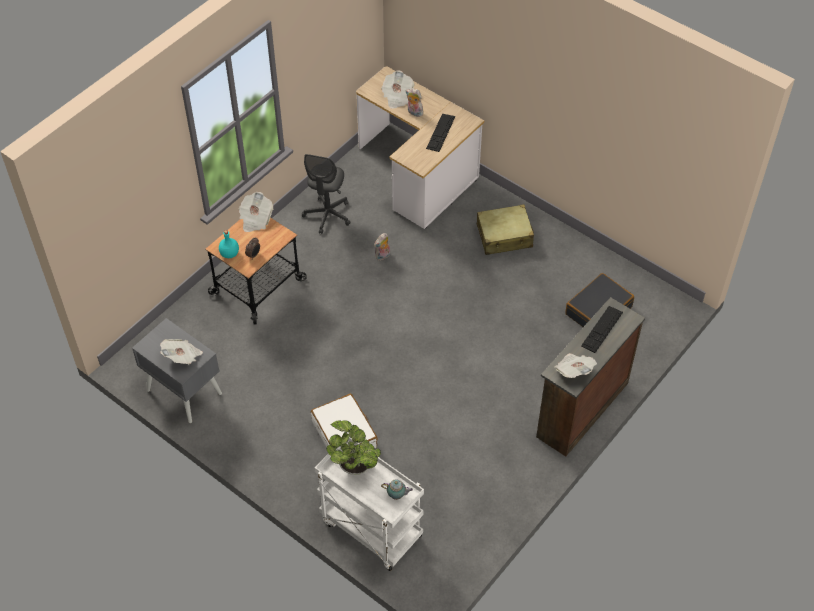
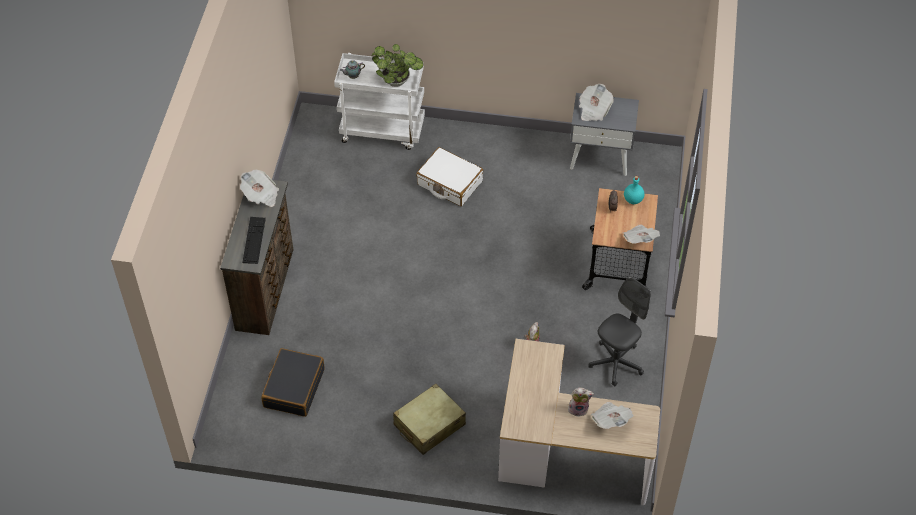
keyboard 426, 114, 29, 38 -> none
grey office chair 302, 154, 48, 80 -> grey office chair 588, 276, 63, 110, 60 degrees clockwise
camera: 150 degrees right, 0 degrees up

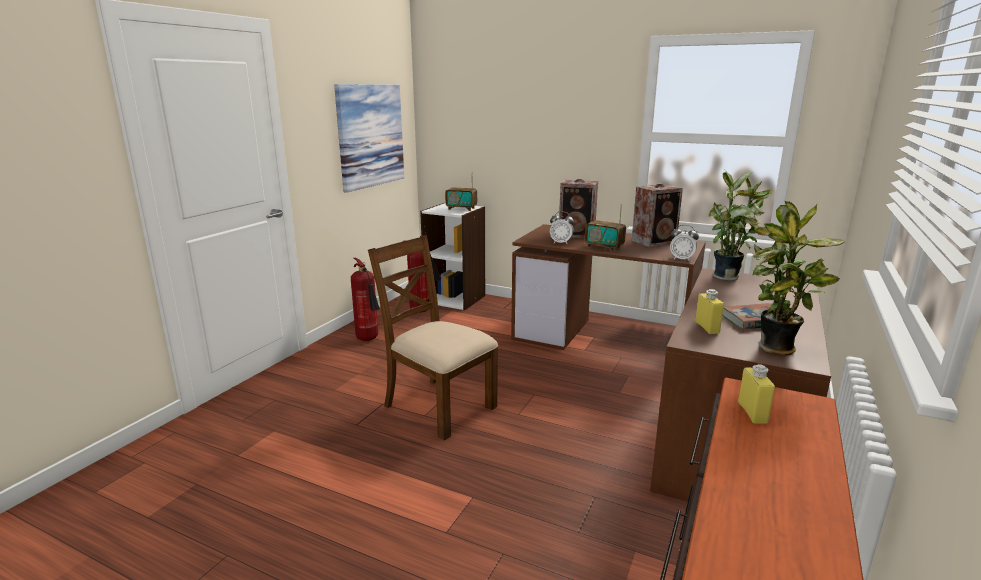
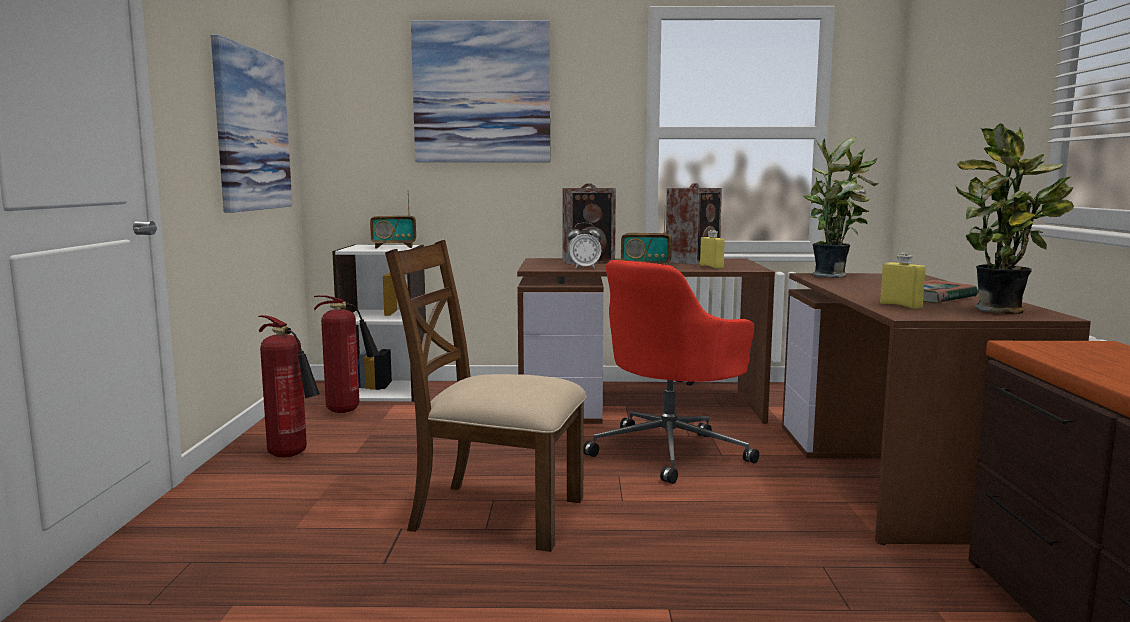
alarm clock 670, 225, 29, 36 -> none
yellow bottle 738, 364, 37, 60 -> yellow bottle 700, 230, 25, 39, shifted
none -> picture 411, 20, 139, 142
none -> red office chair 583, 260, 176, 224
camera: 25 degrees left, 10 degrees down

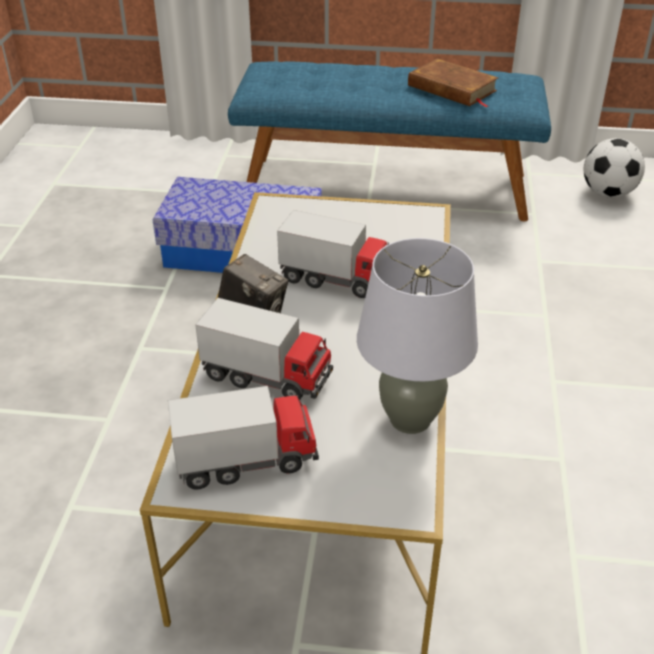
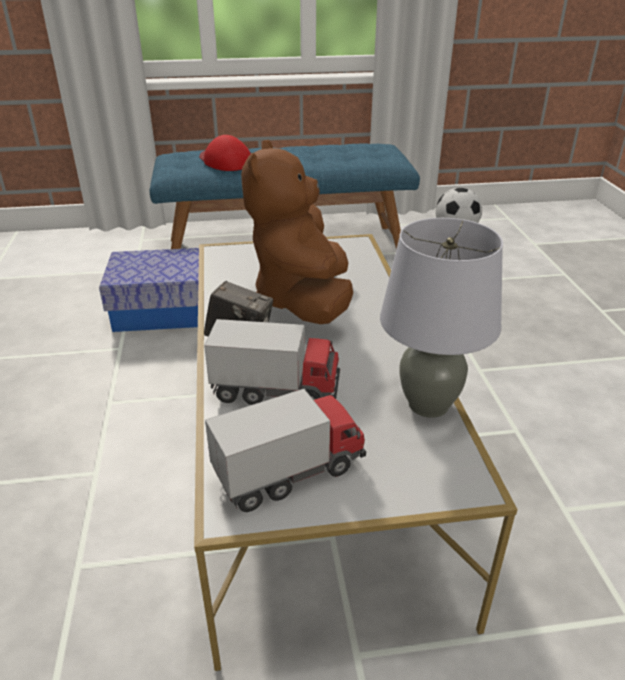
brown book 408, 58, 90, 49 -> none
toy truck 277, 210, 112, 88 -> brown plush toy 241, 140, 112, 184
none -> red cap 199, 135, 52, 36
camera: 15 degrees left, 5 degrees down

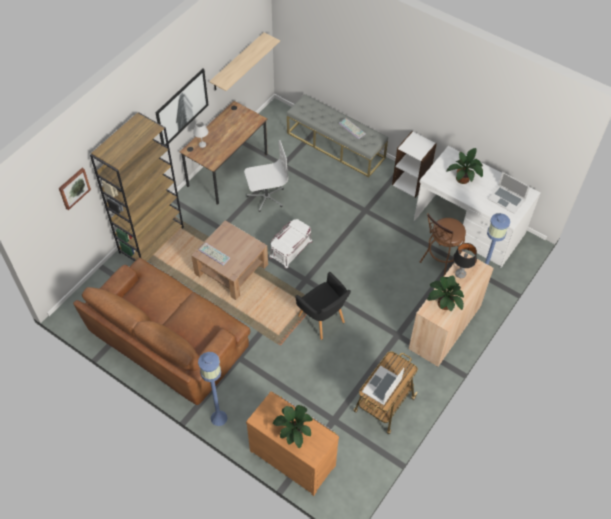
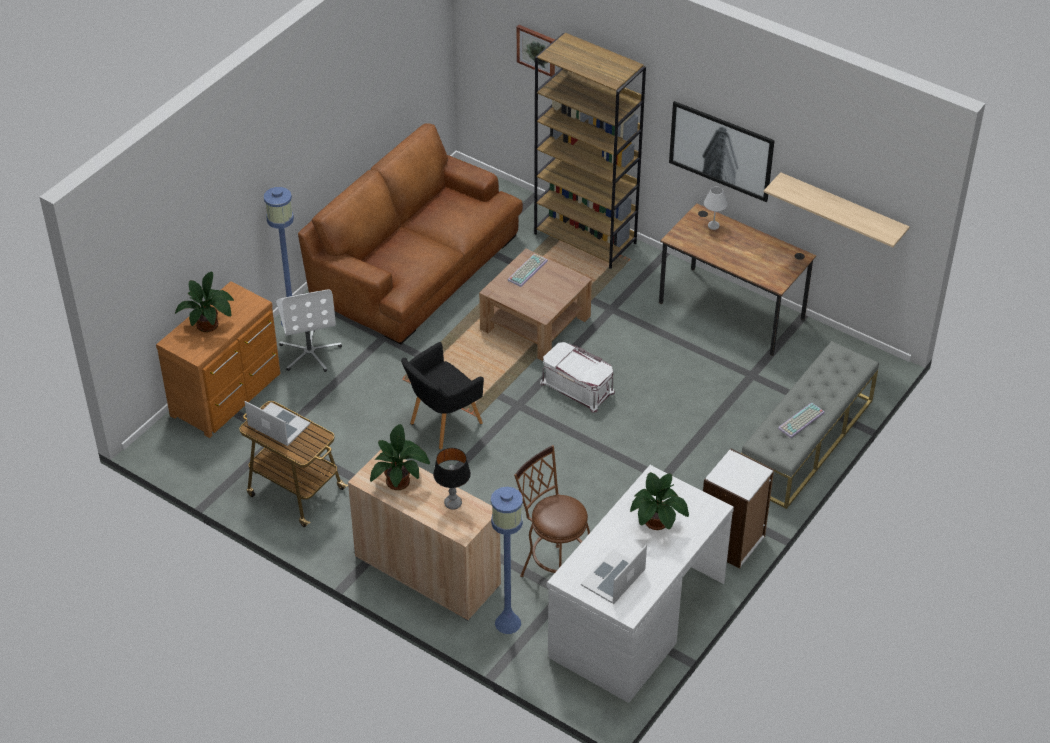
white office chair 244, 140, 44, 72 -> white office chair 276, 289, 66, 83, shifted
camera: 90 degrees right, 10 degrees down

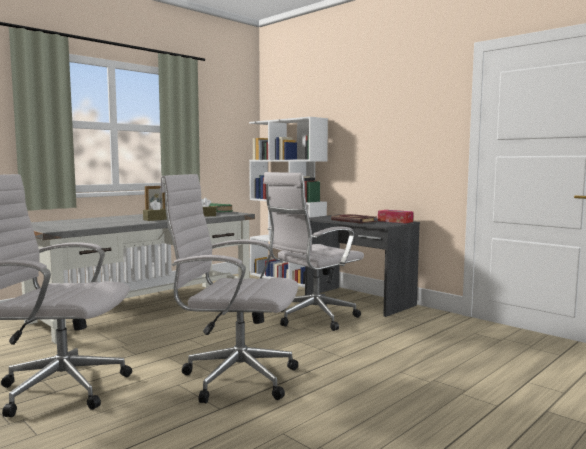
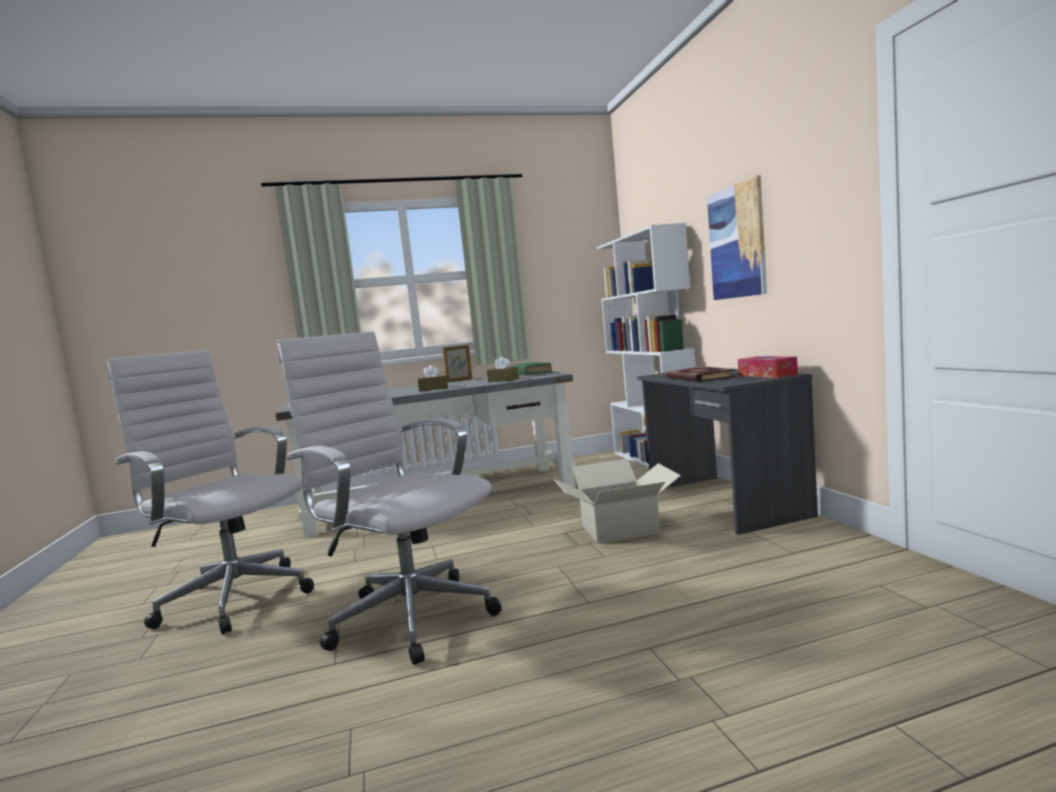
white office chair 263, 172, 101, 159 -> cardboard box 553, 459, 128, 85
none -> picture 707, 175, 60, 125
camera: 30 degrees right, 0 degrees up

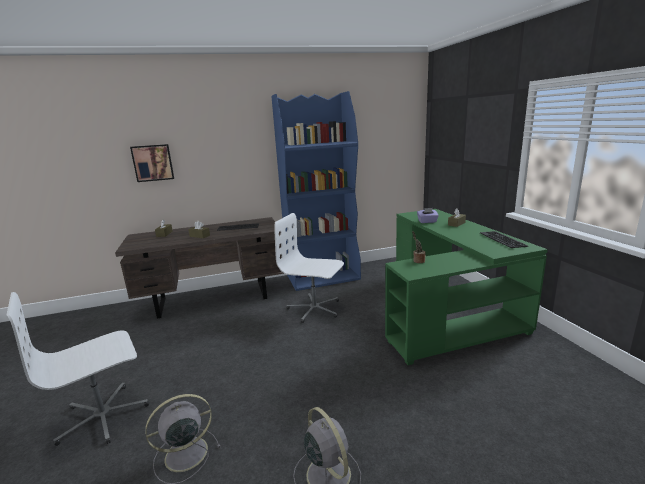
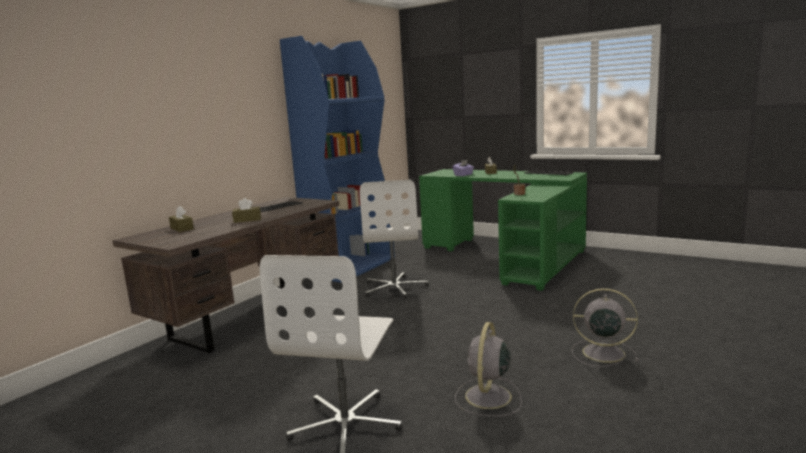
picture 130, 144, 44, 38 -> none
white office chair 274, 213, 70, 110 -> white office chair 360, 180, 69, 119, 75 degrees counterclockwise
camera: 40 degrees left, 5 degrees down

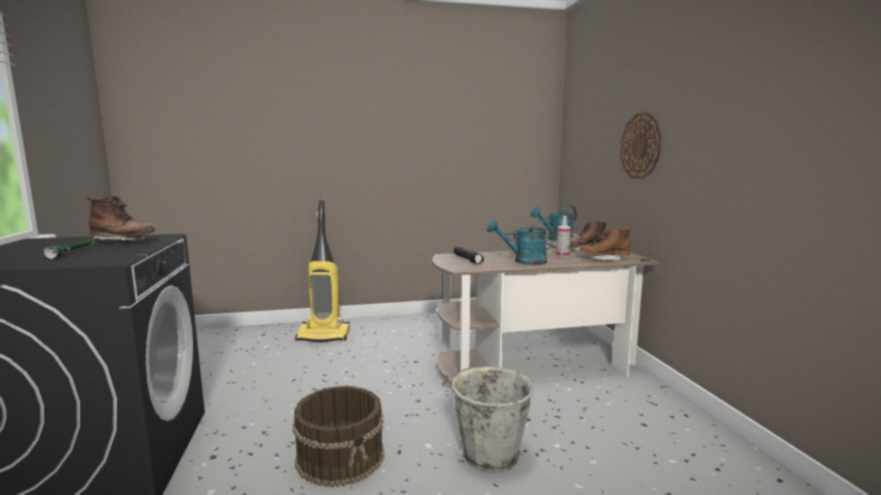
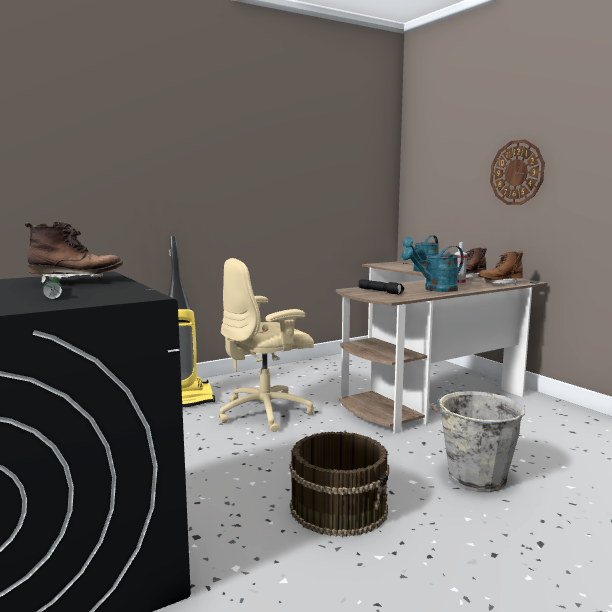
none -> beige office chair 219, 258, 95, 174
camera: 20 degrees left, 0 degrees up

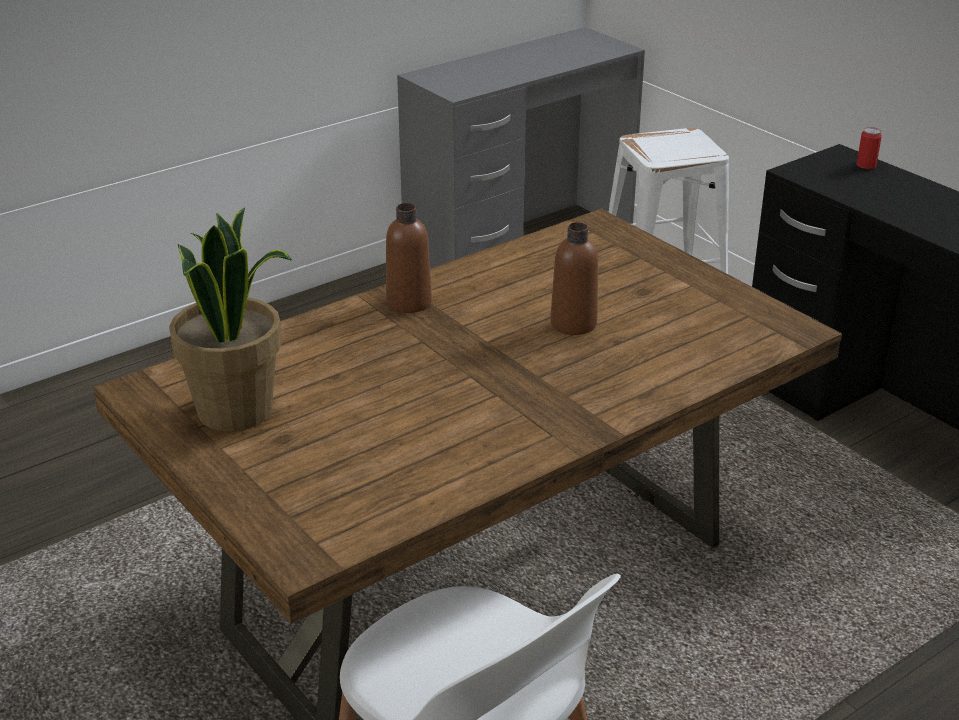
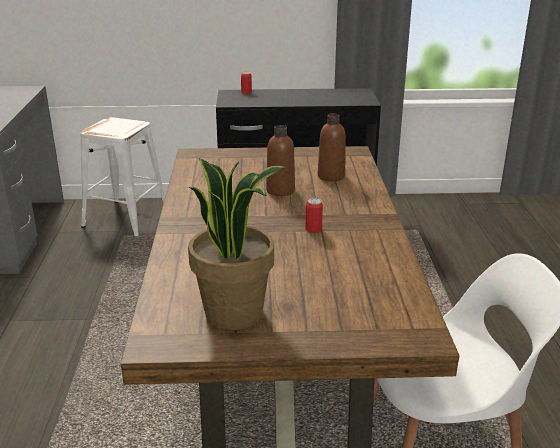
brown bottle 386, 203, 46, 110 -> brown bottle 318, 113, 28, 68, shifted
none -> can 305, 198, 18, 35
camera: 55 degrees left, 5 degrees down

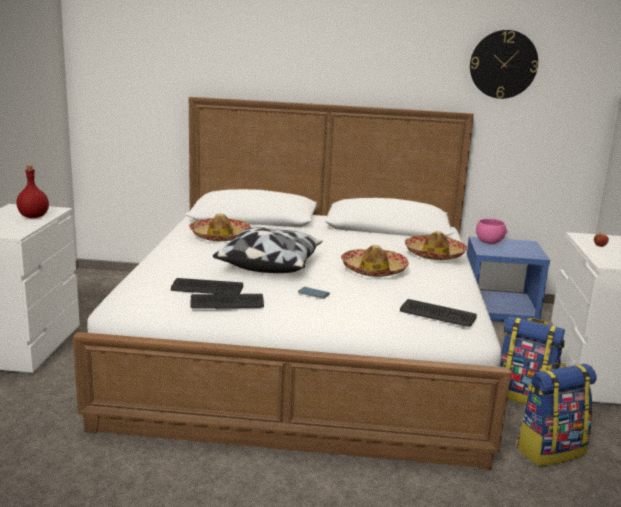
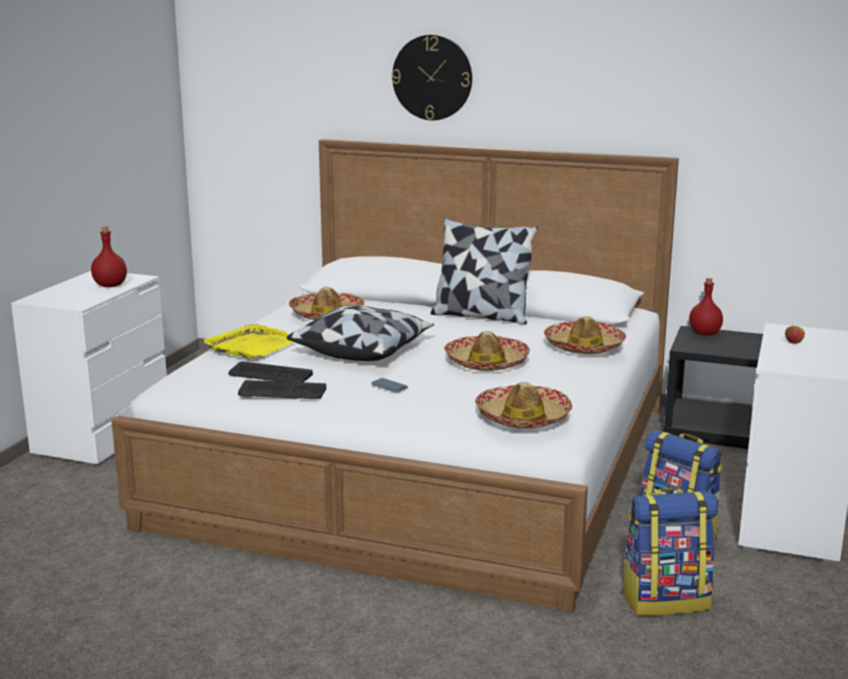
wall clock 470, 30, 68, 69 -> wall clock 392, 35, 80, 85, shifted
pink bowl 476, 219, 32, 25 -> red bottle 689, 278, 34, 57
blue nightstand 467, 237, 83, 85 -> black nightstand 664, 326, 99, 123
keyboard 400, 299, 77, 28 -> hat 475, 382, 97, 46
none -> pillow 431, 218, 107, 106
none -> yellow tray 204, 324, 91, 35
camera: 15 degrees right, 0 degrees up

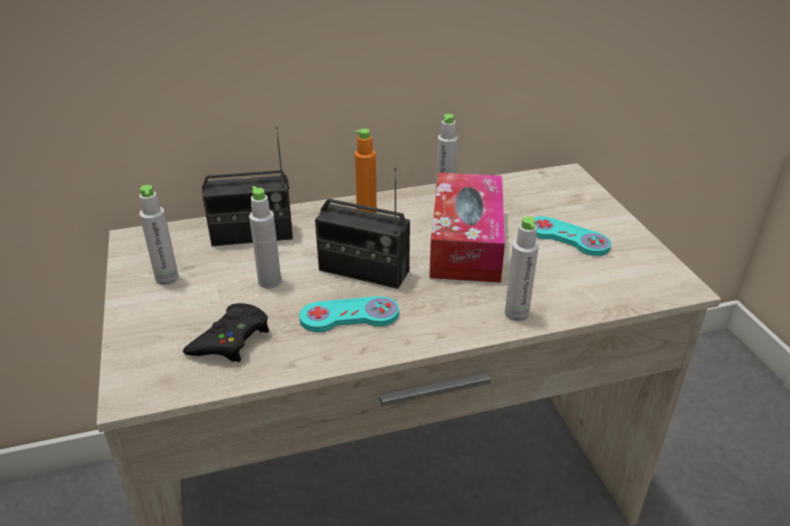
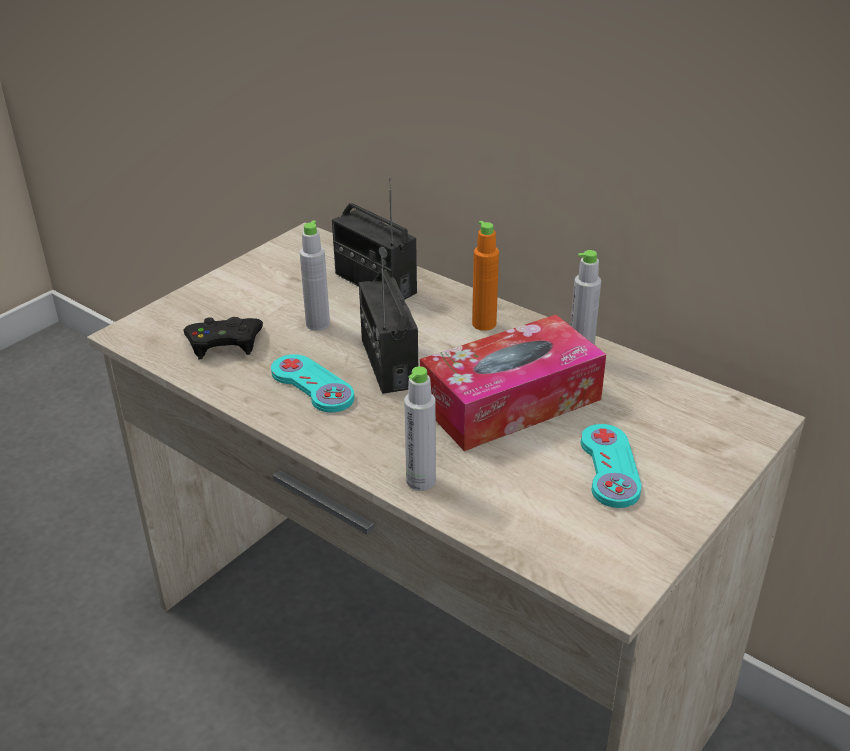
grey bottle 139, 185, 40, 100 -> none
camera: 55 degrees right, 0 degrees up

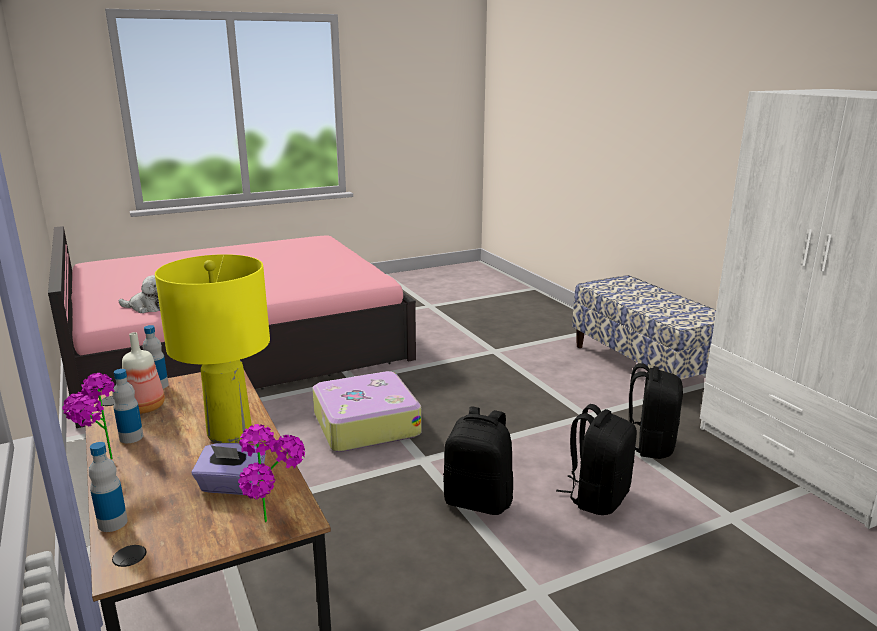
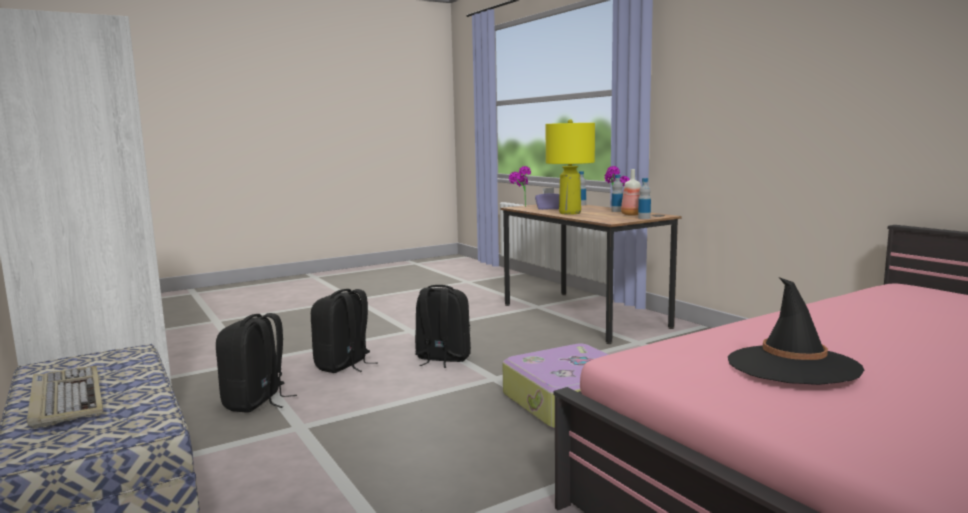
plush toy 119, 275, 41, 38 -> none
none -> black hat 728, 277, 136, 108
none -> keyboard 27, 366, 76, 62
camera: 175 degrees right, 10 degrees down

